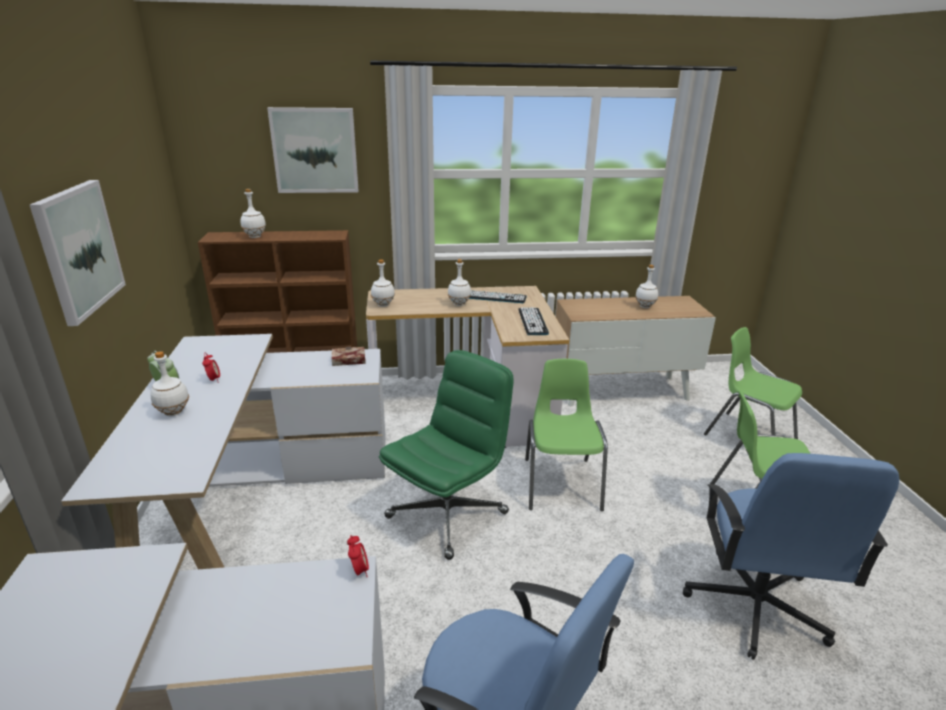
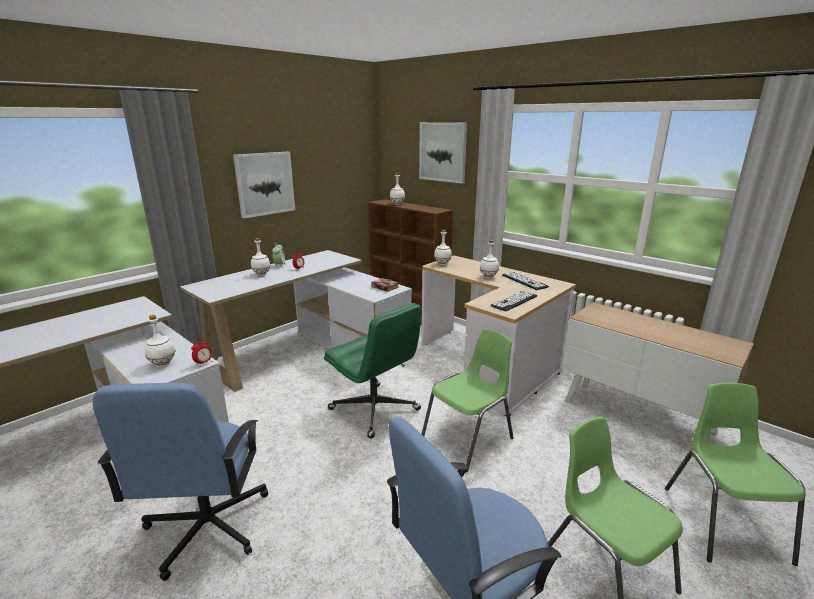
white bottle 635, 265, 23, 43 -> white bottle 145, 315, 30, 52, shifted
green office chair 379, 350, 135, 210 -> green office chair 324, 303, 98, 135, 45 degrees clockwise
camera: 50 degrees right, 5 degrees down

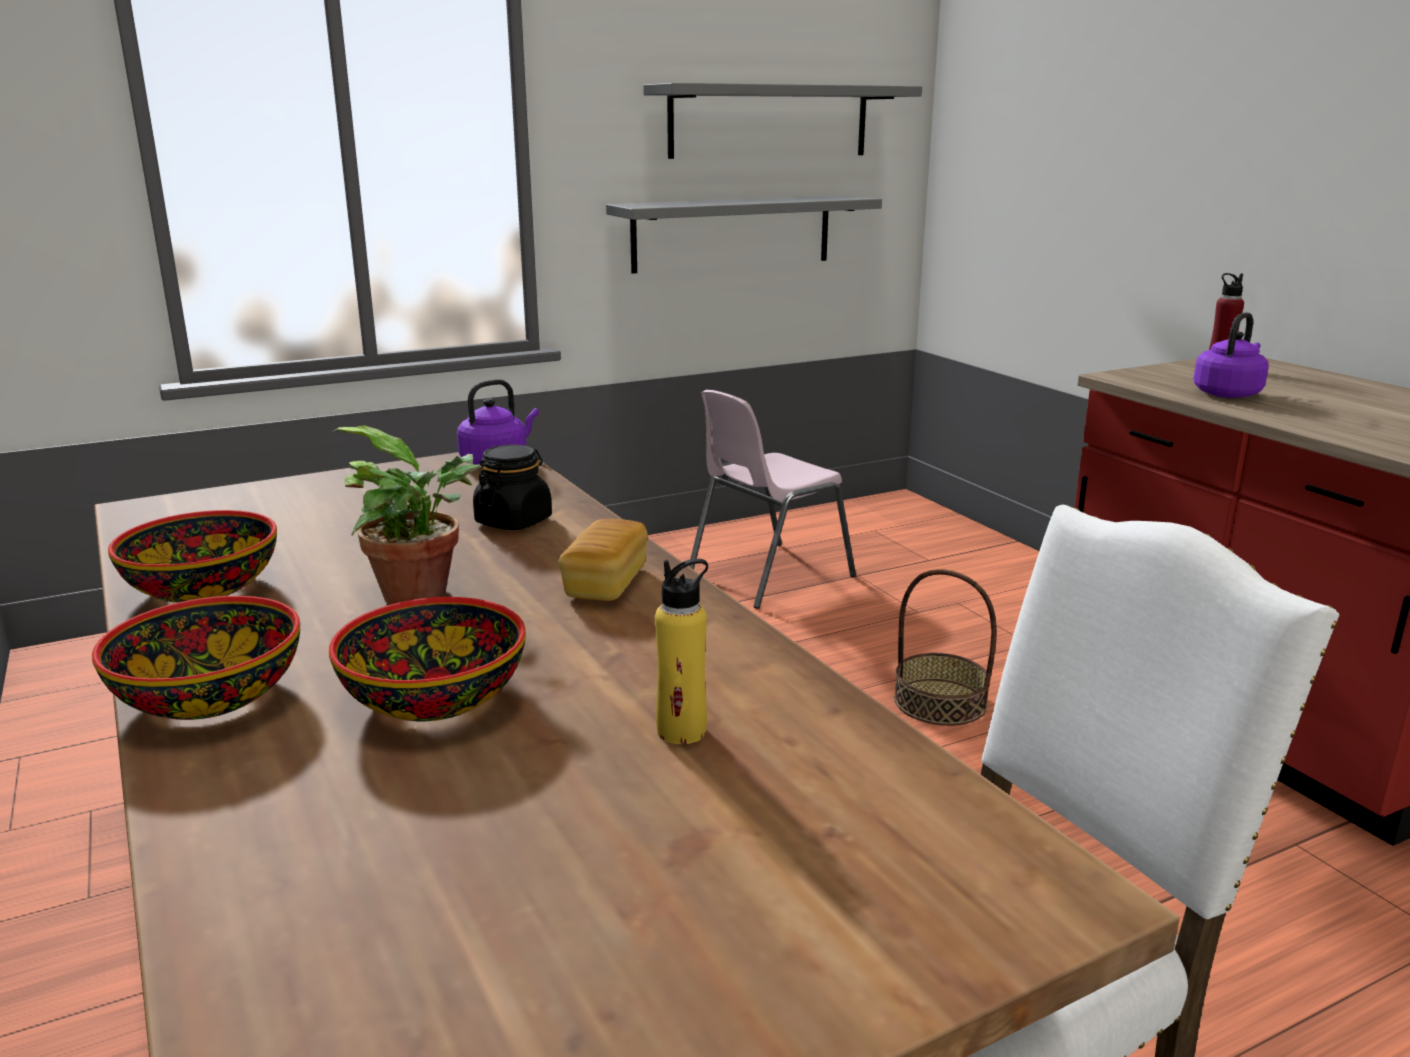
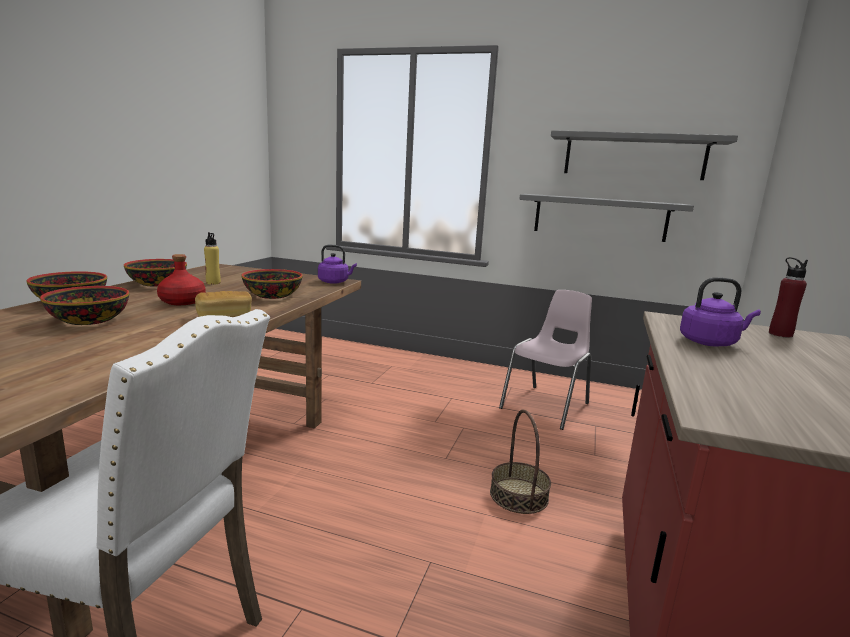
pink chair 689, 390, 167, 219 -> pink chair 499, 290, 93, 140, 120 degrees clockwise
potted plant 332, 425, 148, 179 -> red bottle 157, 254, 49, 51
black jar 473, 444, 79, 86 -> bowl 241, 269, 62, 30
yellow bottle 655, 559, 53, 185 -> yellow bottle 204, 232, 17, 53, shifted
camera: 45 degrees right, 5 degrees down

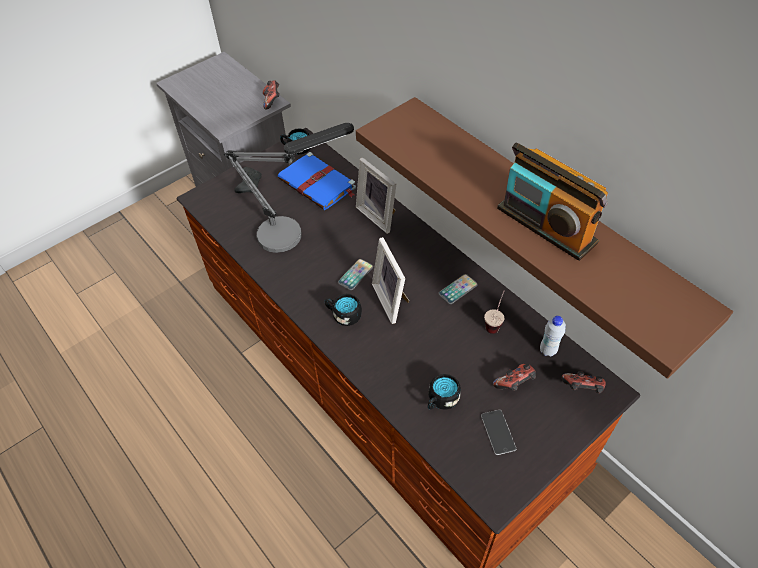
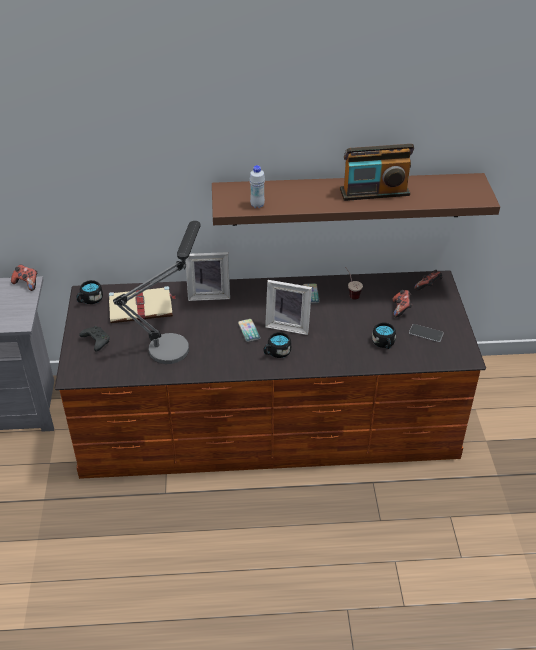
blue book 278, 152, 78, 58 -> beige book 109, 286, 66, 37
white bottle 540, 316, 26, 41 -> white bottle 250, 165, 15, 43, shifted
camera: 55 degrees left, 10 degrees down

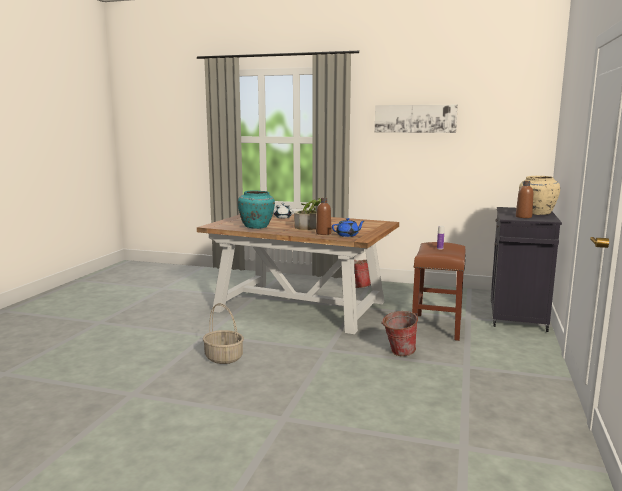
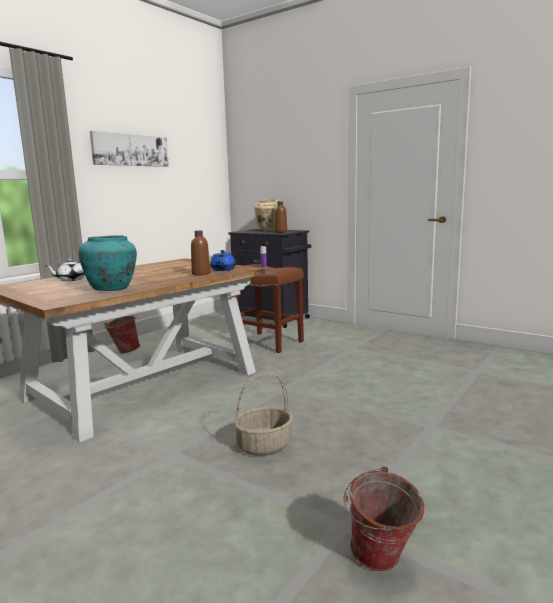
potted plant 294, 198, 27, 32 -> none
bucket 381, 311, 37, 45 -> bucket 344, 466, 80, 105, shifted
camera: 70 degrees left, 0 degrees up

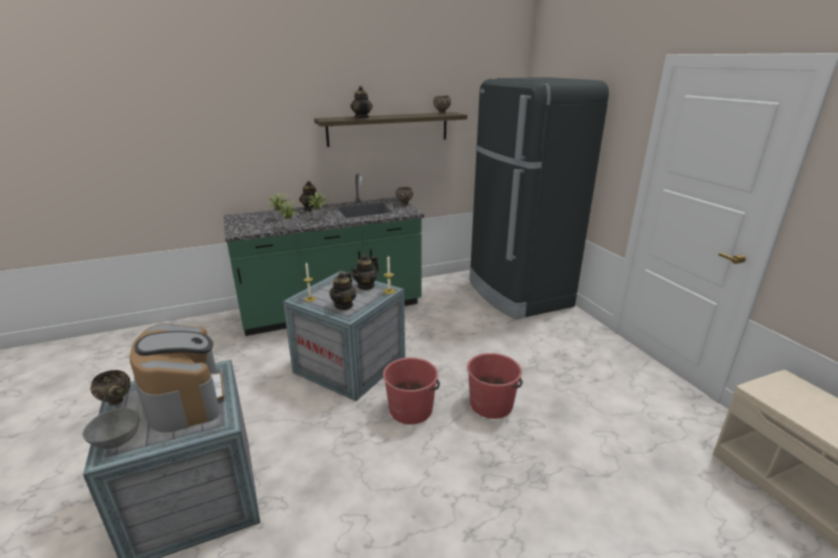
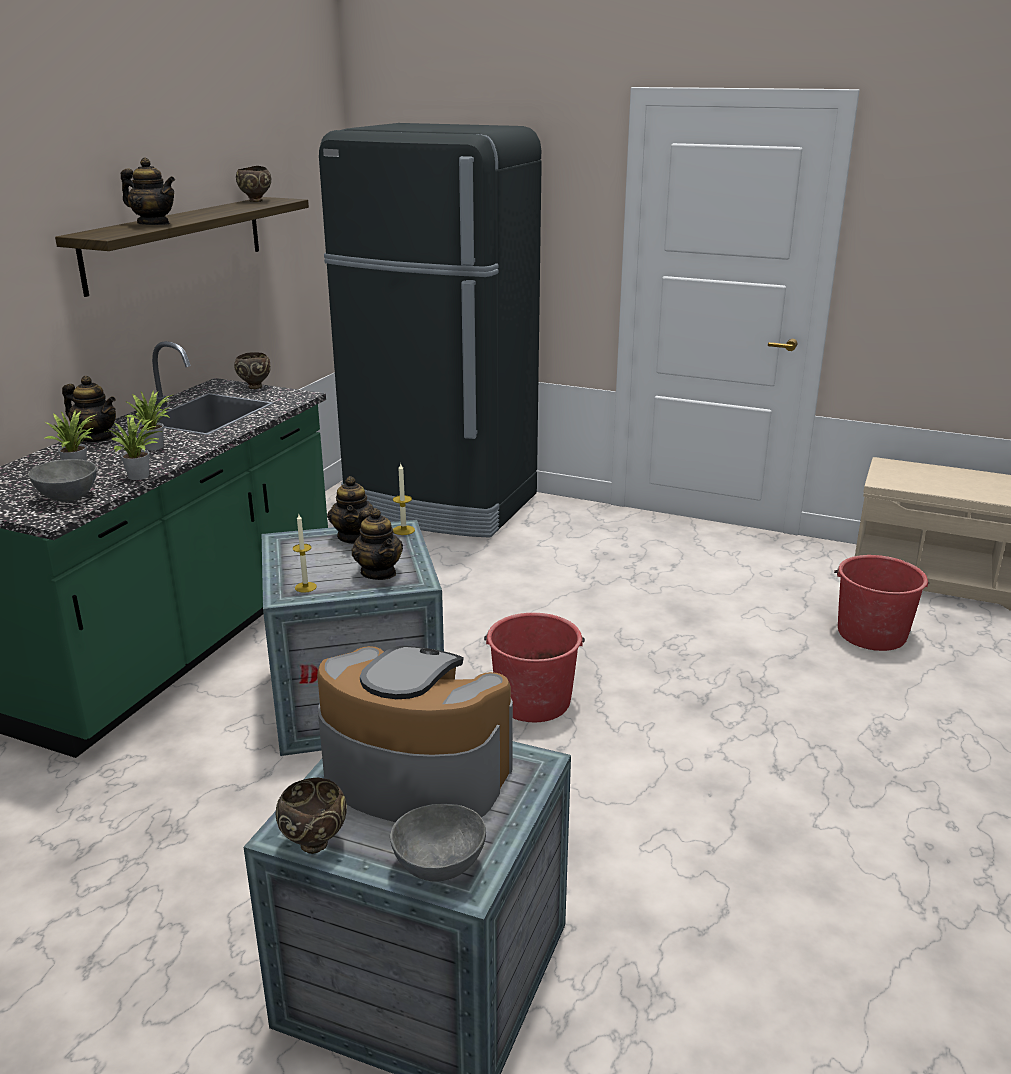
red bucket 467, 353, 56, 66 -> red bucket 834, 555, 96, 96, shifted
none -> grey bowl 28, 459, 69, 43
camera: 45 degrees left, 0 degrees up

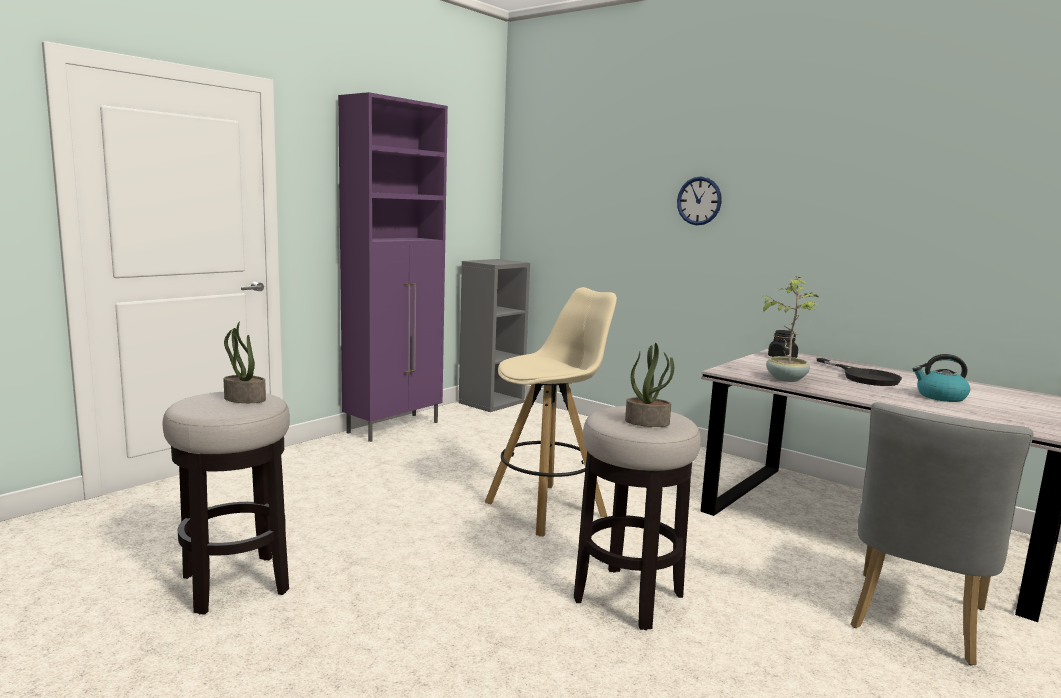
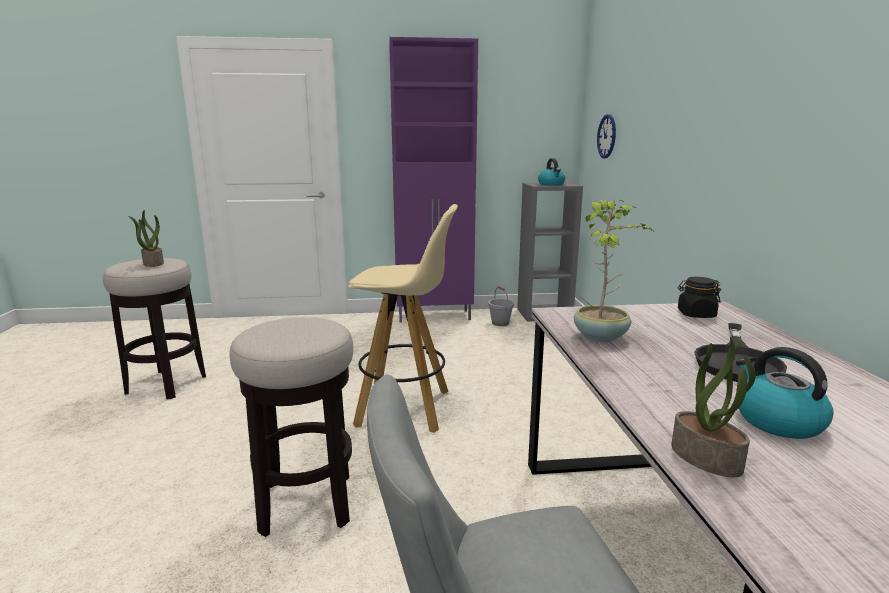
wall clock 677, 177, 45, 48 -> wall clock 597, 114, 19, 45, shifted
potted plant 625, 343, 49, 84 -> potted plant 671, 336, 85, 141, shifted
none -> kettle 538, 158, 27, 28
none -> grey bucket 488, 286, 26, 40
camera: 45 degrees right, 5 degrees up

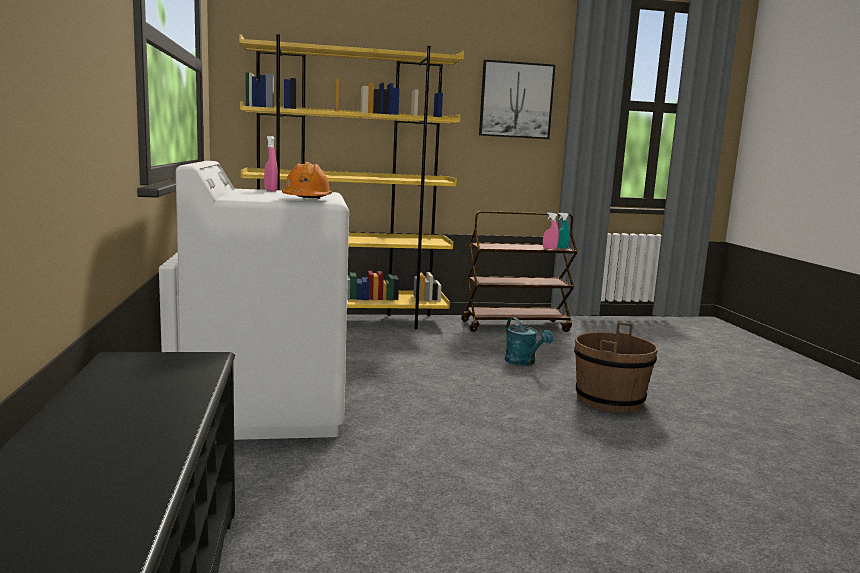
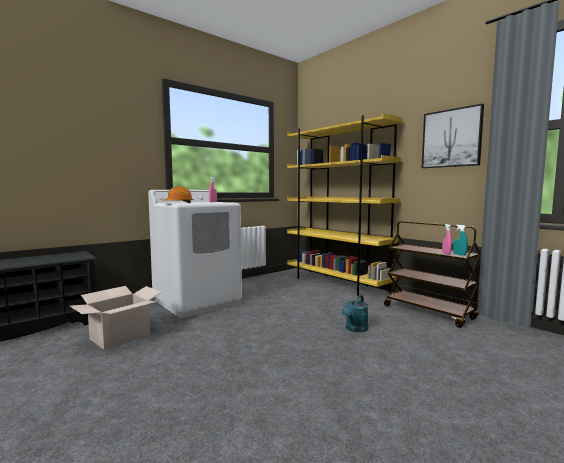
brown bucket 574, 322, 84, 90 -> none
none -> cardboard box 70, 286, 91, 64
camera: 60 degrees right, 5 degrees down

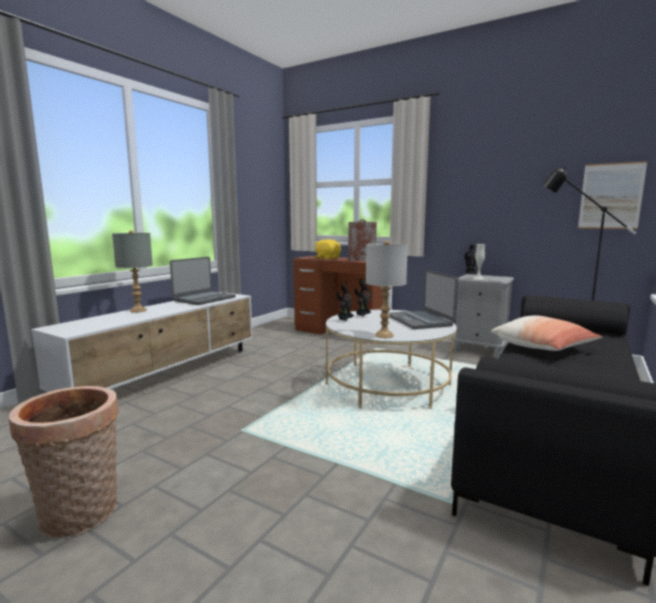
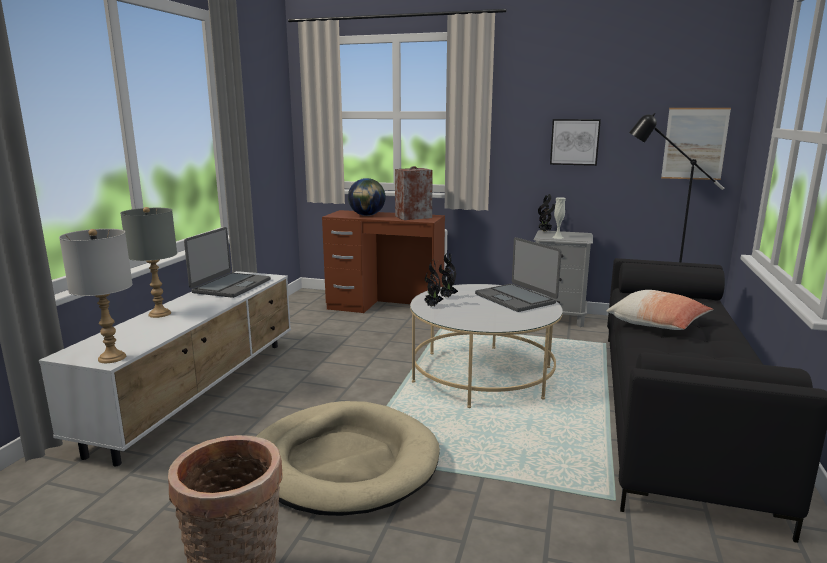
yellow plush toy 315, 239, 26, 20 -> globe 348, 178, 37, 38
grey table lamp 366, 241, 42, 97 -> grey table lamp 59, 229, 74, 134, shifted
none -> picture 550, 119, 51, 47
none -> beige dog bed 256, 401, 184, 115
camera: 15 degrees left, 5 degrees up

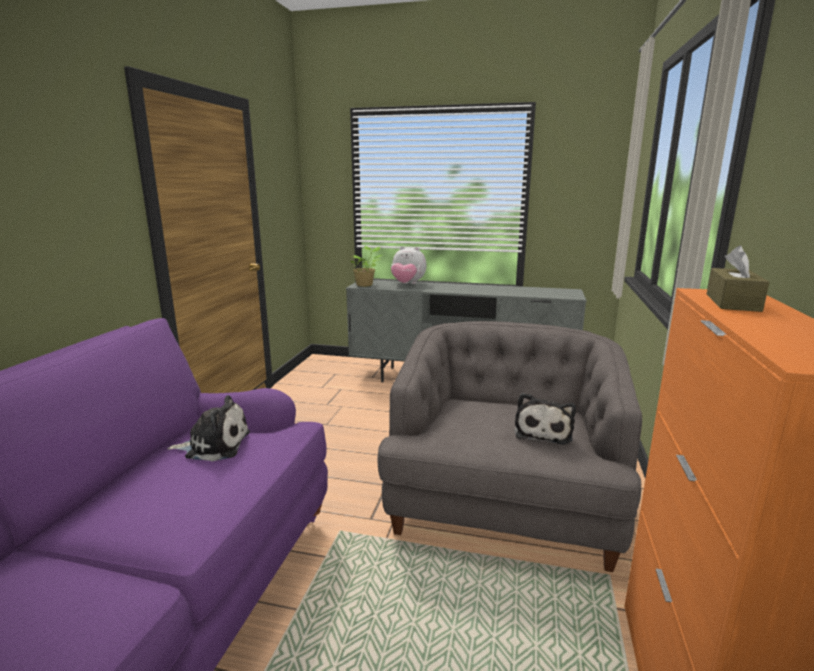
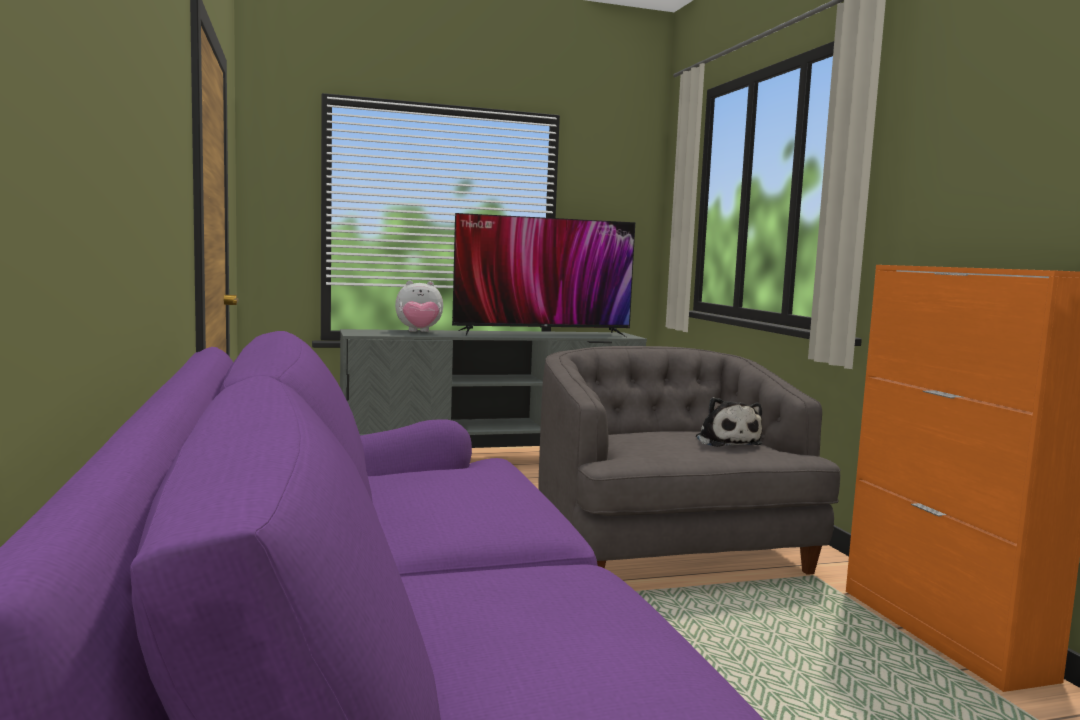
potted plant 350, 246, 32, 41 -> none
brown tissue box 707, 246, 62, 66 -> none
plush toy 167, 395, 83, 66 -> none
none -> television 452, 213, 183, 125
camera: 30 degrees left, 10 degrees down

